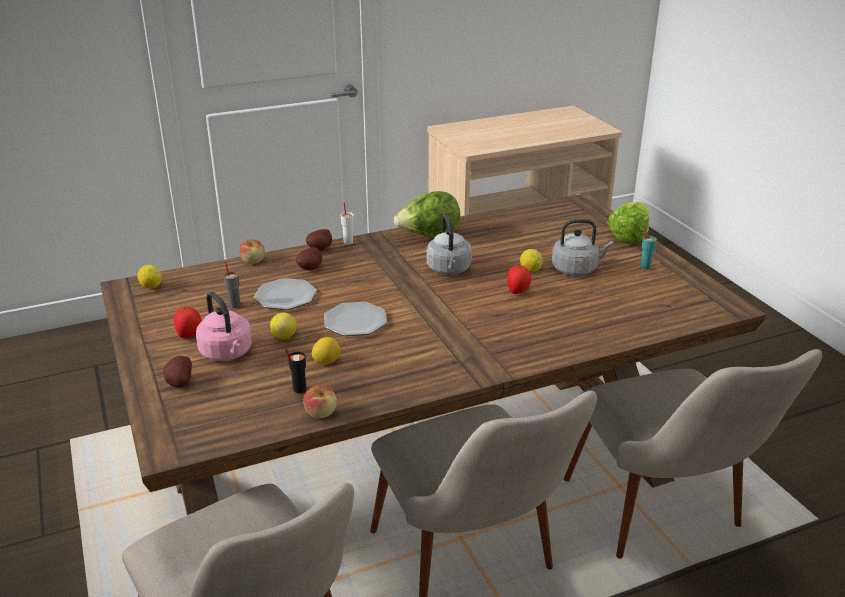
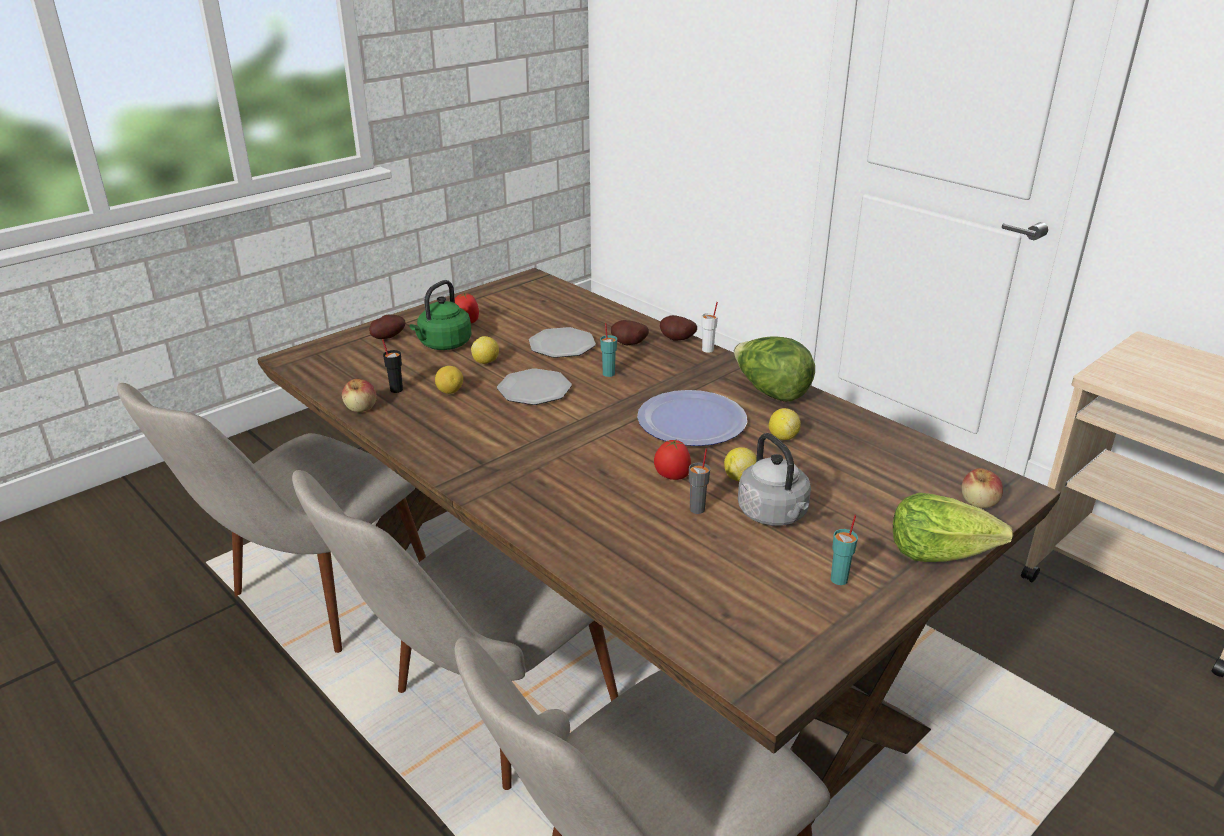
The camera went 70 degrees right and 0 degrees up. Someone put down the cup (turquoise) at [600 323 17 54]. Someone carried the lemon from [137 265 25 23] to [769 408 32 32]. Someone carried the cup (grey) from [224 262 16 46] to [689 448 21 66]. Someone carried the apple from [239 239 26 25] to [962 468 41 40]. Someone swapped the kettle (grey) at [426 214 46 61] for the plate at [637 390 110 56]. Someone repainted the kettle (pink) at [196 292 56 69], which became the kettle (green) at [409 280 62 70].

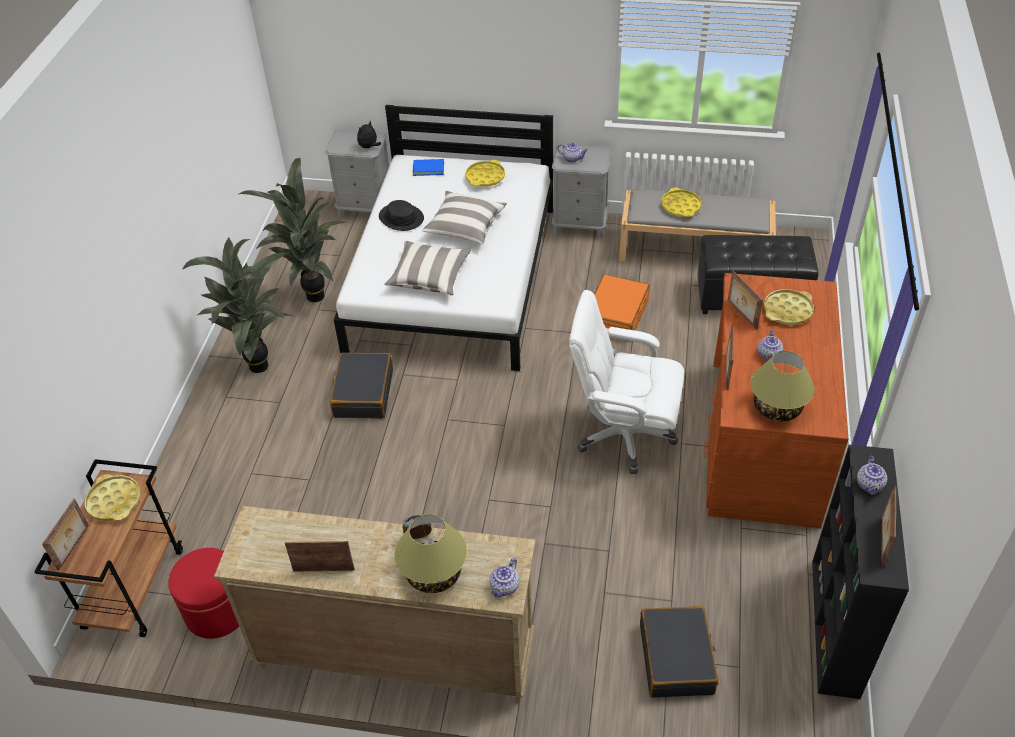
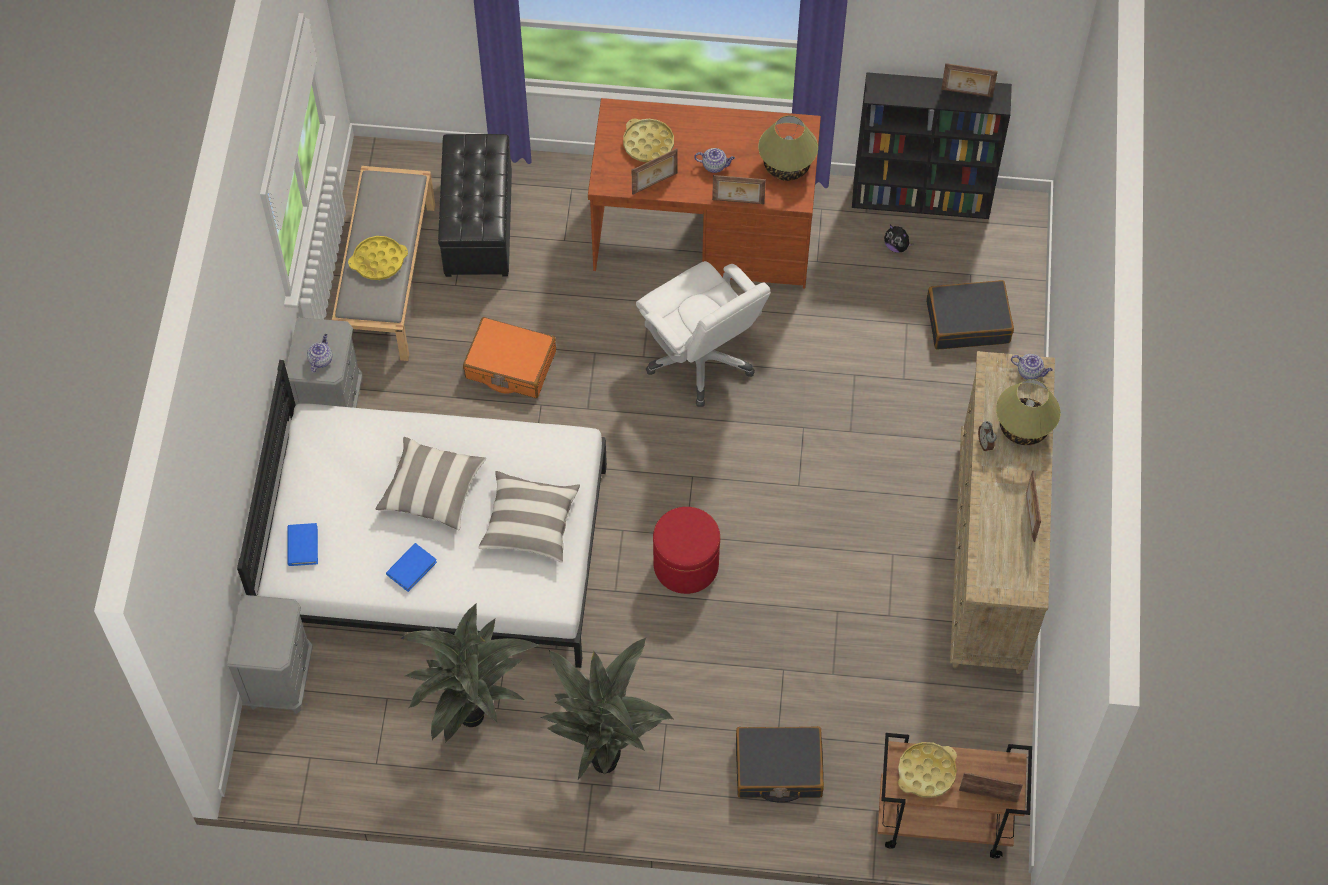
The camera went 95 degrees left and 15 degrees up. Someone took away the tray (yellow) at [465 160 40 27]. Someone took away the teapot at [857 456 30 39]. Someone carried the ottoman (red) from [168 548 71 91] to [653 507 67 87]. Someone carried the suitcase (black) from [330 353 63 66] to [736 726 88 77]. Someone carried the plush toy from [357 121 24 27] to [884 225 30 28]. Someone swapped the hat (black) at [379 200 45 31] for the book (blue) at [386 543 51 49]. Someone rotated the office chair (white) at [569 290 115 184] by 45 degrees counterclockwise.

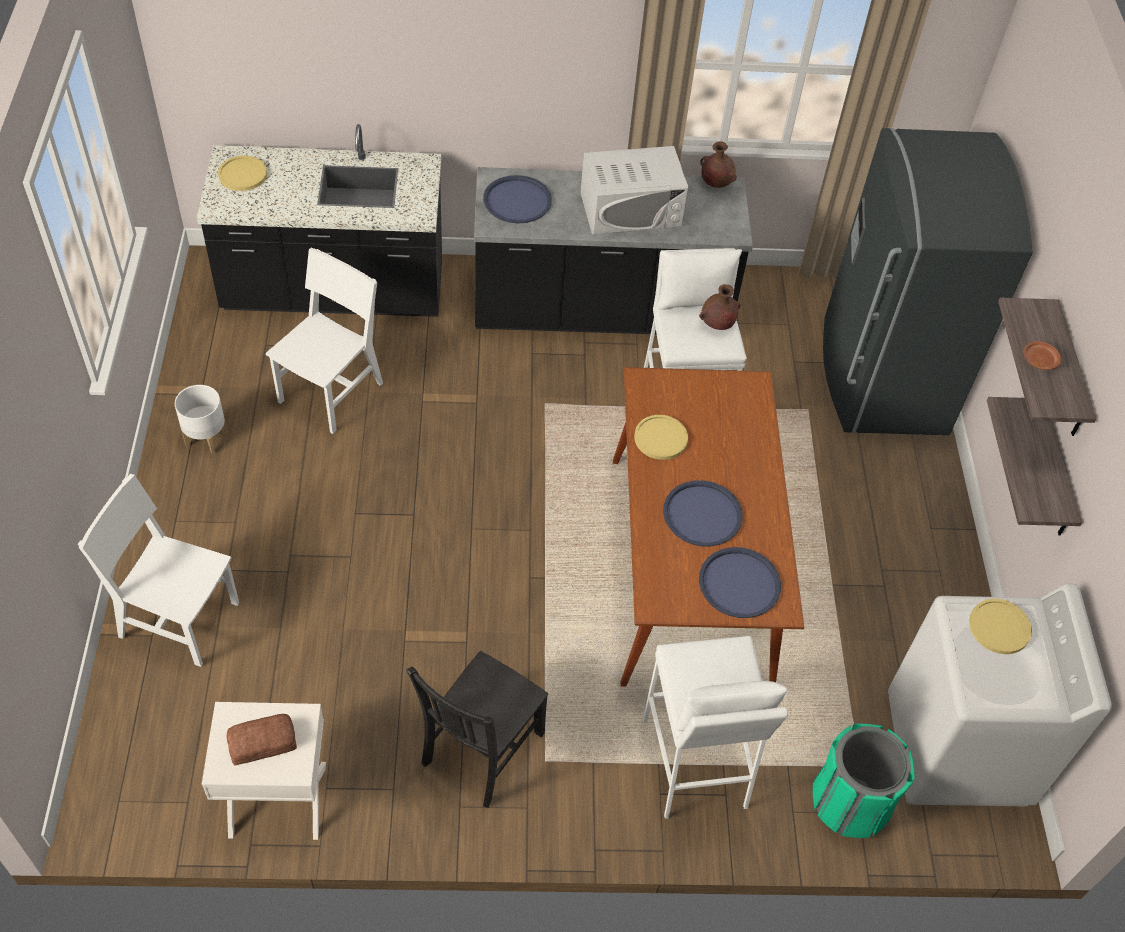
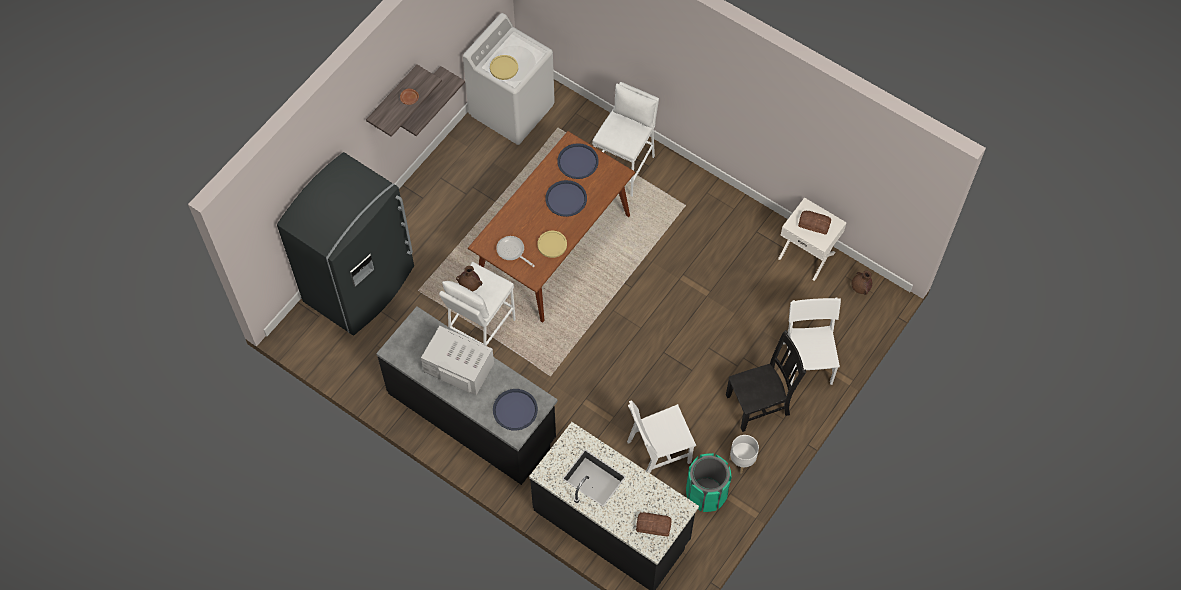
The camera went 140 degrees left and 10 degrees up. Someone put down the frying pan at [496 236 39 31]. Someone carried the chair (black) from [406 651 142 157] to [726 330 80 102]. Someone carried the vase (brown) from [700 141 37 47] to [851 270 21 25]. Someone carried the trash can (green) from [813 724 101 114] to [686 453 45 59]. Someone swapped the plate (yellow) at [218 156 49 35] for the bread at [636 512 36 25]. Someone rotated the chair (white) at [78 474 161 193] by 150 degrees counterclockwise.

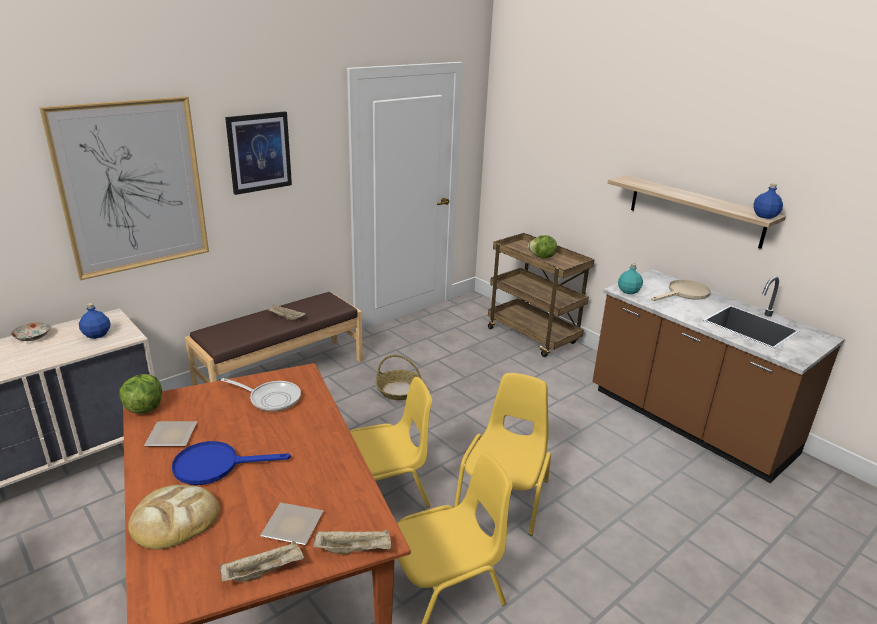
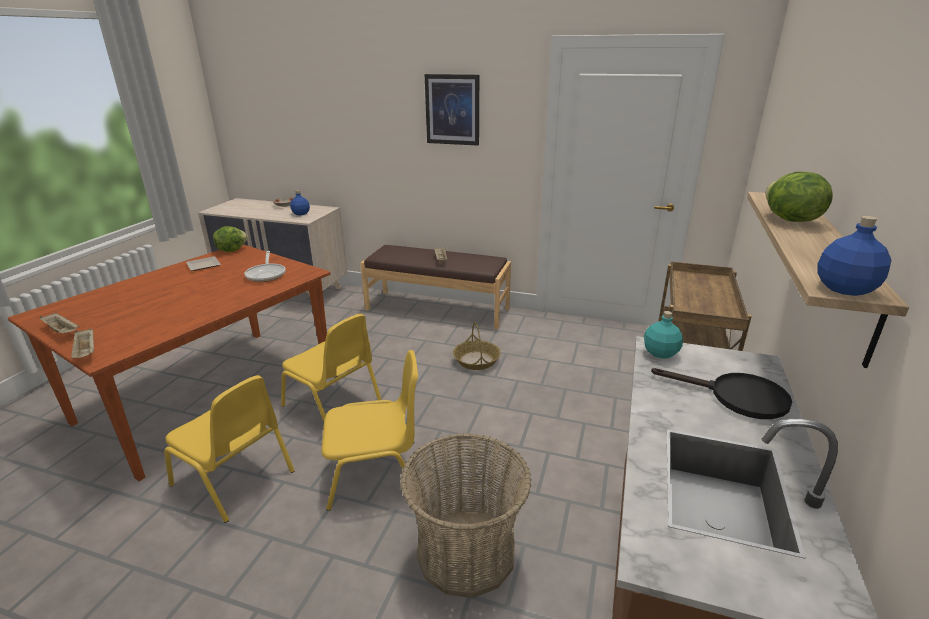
The camera went 60 degrees right and 0 degrees up. Someone took away the picture at [39 96 170 184]. Someone took away the bread at [128 485 92 64]. Someone took away the frying pan (blue) at [172 441 119 44]. Someone took away the plate at [260 503 63 42]. Someone put down the basket at [400 433 132 165]. Someone carried the lettuce from [528 235 29 23] to [765 172 68 50]. Someone repainted the frying pan (beige) at [651 280 60 21], which became the frying pan (black) at [651 368 141 51].

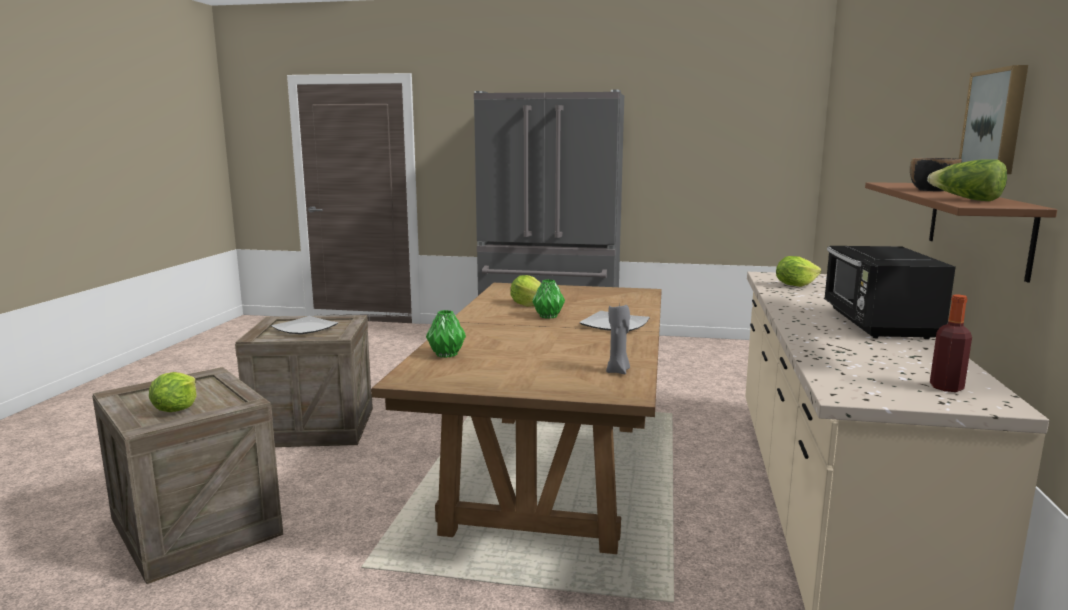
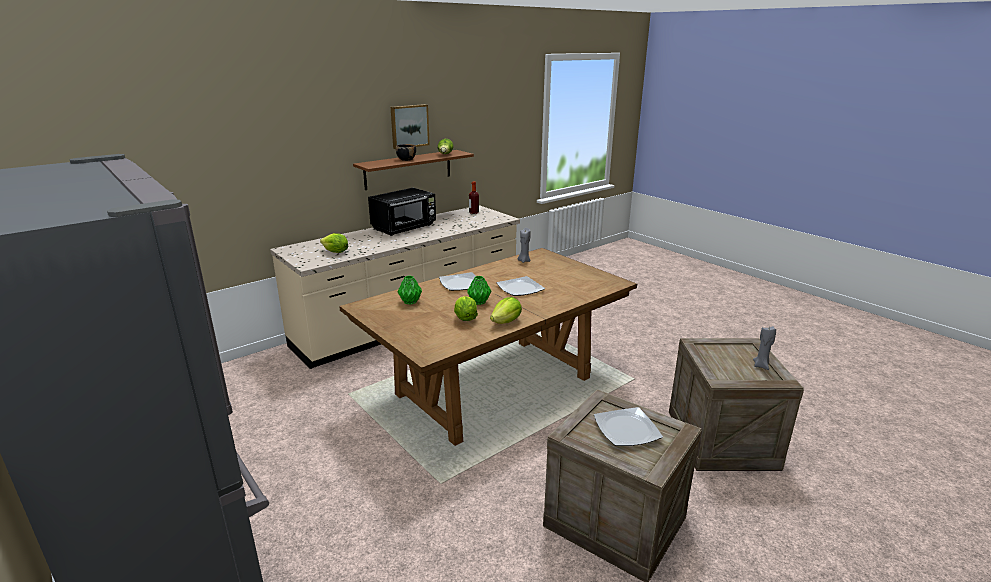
The camera went 140 degrees left and 10 degrees up. Someone put down the plate at [496 276 49 20]. Someone put down the candle (grey) at [753 326 23 44]. Someone carried the lettuce from [149 372 47 40] to [490 297 32 27]. Someone carried the vase (green) from [426 310 40 48] to [398 276 24 29].

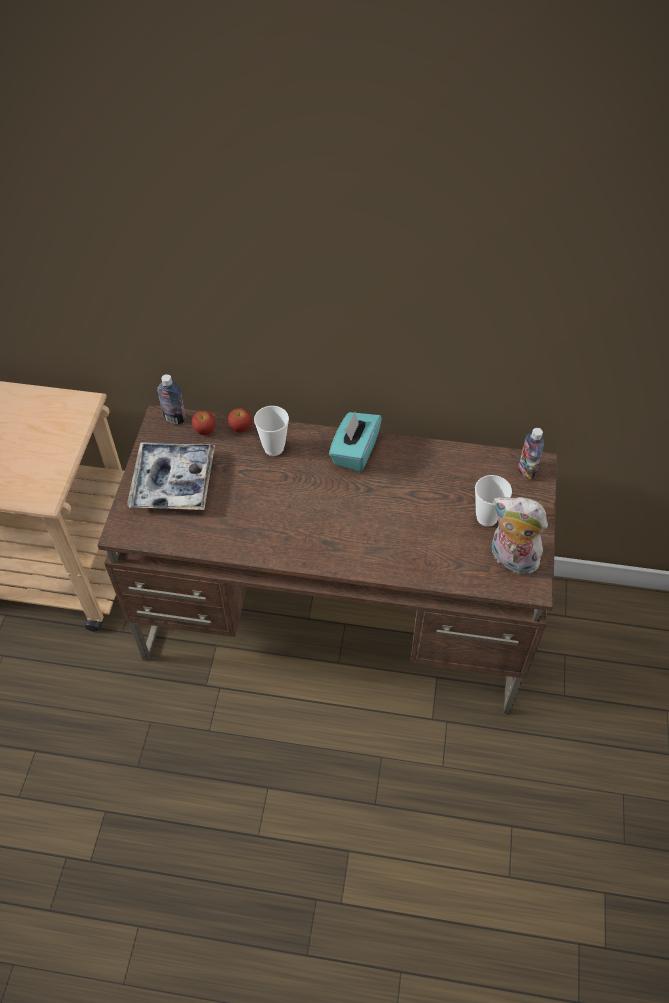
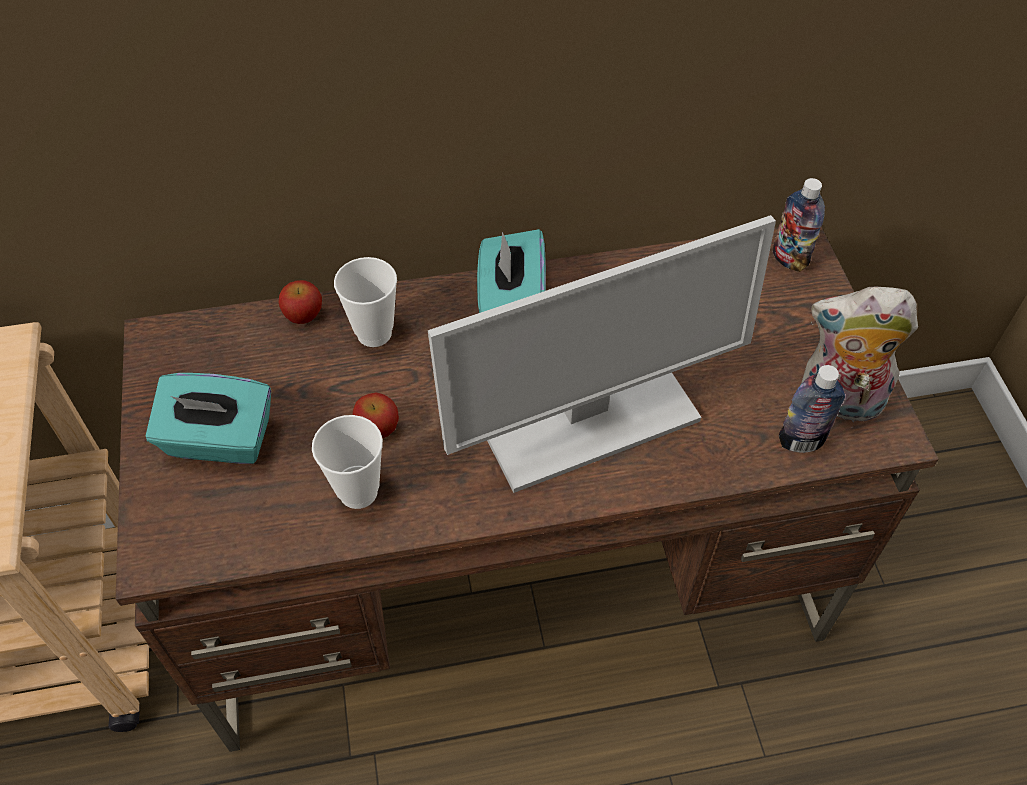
The camera went 20 degrees left and 0 degrees up. Someone put down the monitor at [428 215 348 278]. Someone carried the bottle from [157 374 29 50] to [779 365 66 88]. Someone carried the apple from [192 411 24 24] to [353 393 46 45]. Someone carried the cup from [475 475 37 51] to [312 415 71 94]. Someone swapped the tray at [127 442 88 68] for the tissue box (turquoise) at [146 373 125 91].

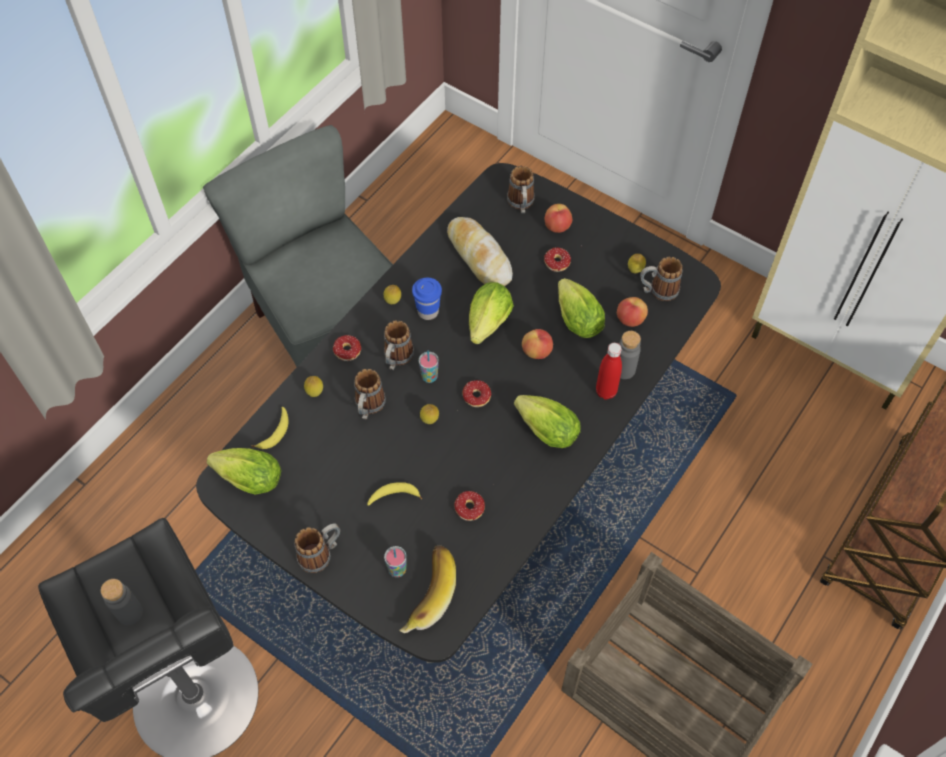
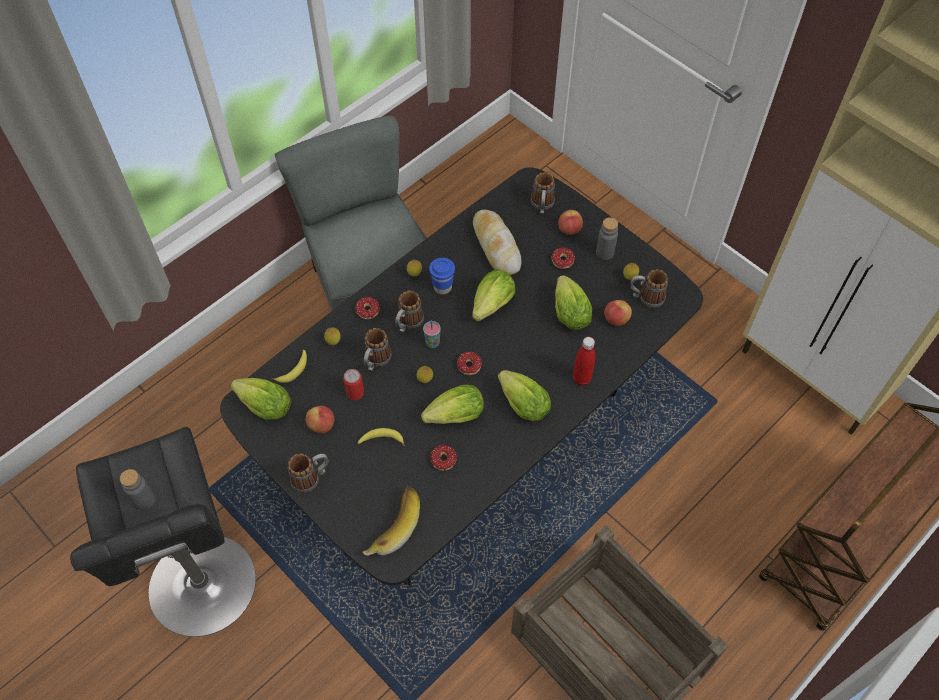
The camera went 10 degrees right and 0 degrees up. Someone took away the cup at [384 546 23 31]. Someone put down the can at [343 369 21 31]. Someone put down the lettuce at [421 384 63 40]. Someone carried the apple from [522 329 31 30] to [306 406 29 28]. Someone carried the bottle (grey) from [619 331 22 48] to [596 217 22 43].

